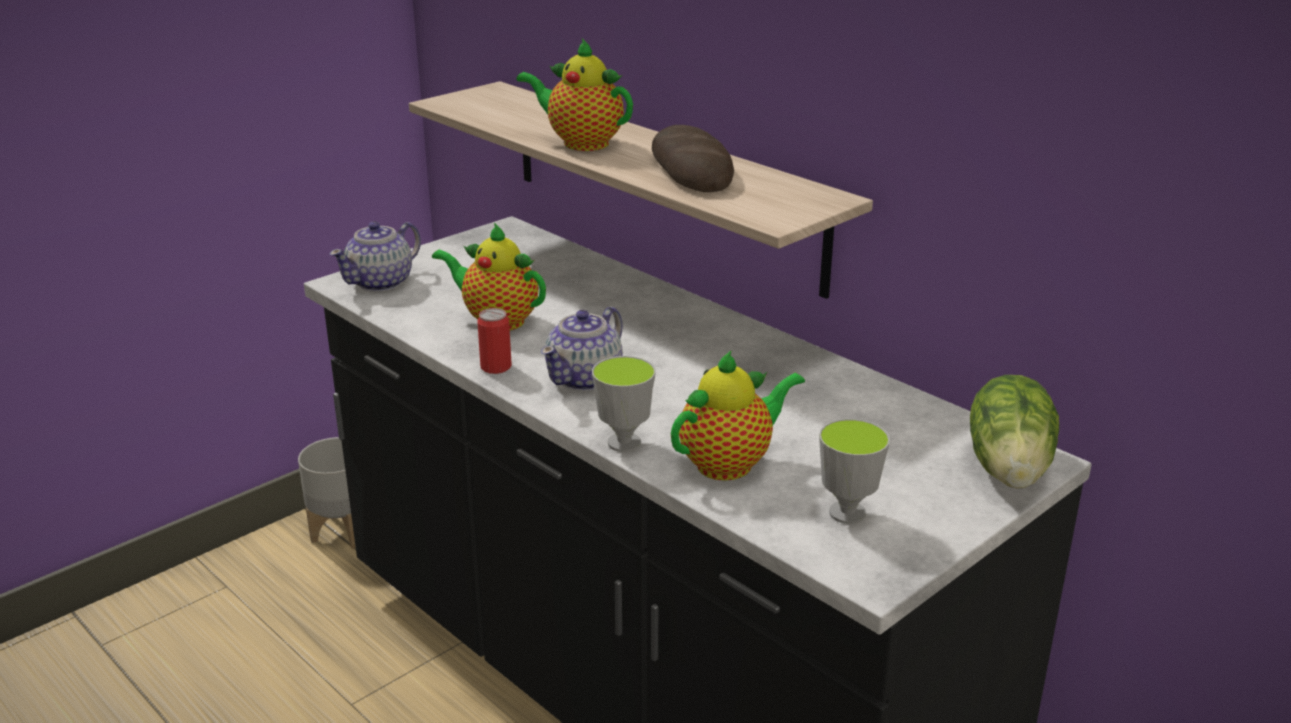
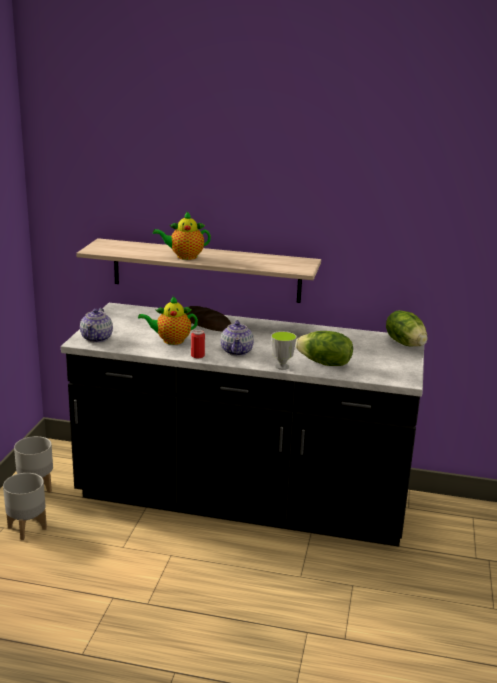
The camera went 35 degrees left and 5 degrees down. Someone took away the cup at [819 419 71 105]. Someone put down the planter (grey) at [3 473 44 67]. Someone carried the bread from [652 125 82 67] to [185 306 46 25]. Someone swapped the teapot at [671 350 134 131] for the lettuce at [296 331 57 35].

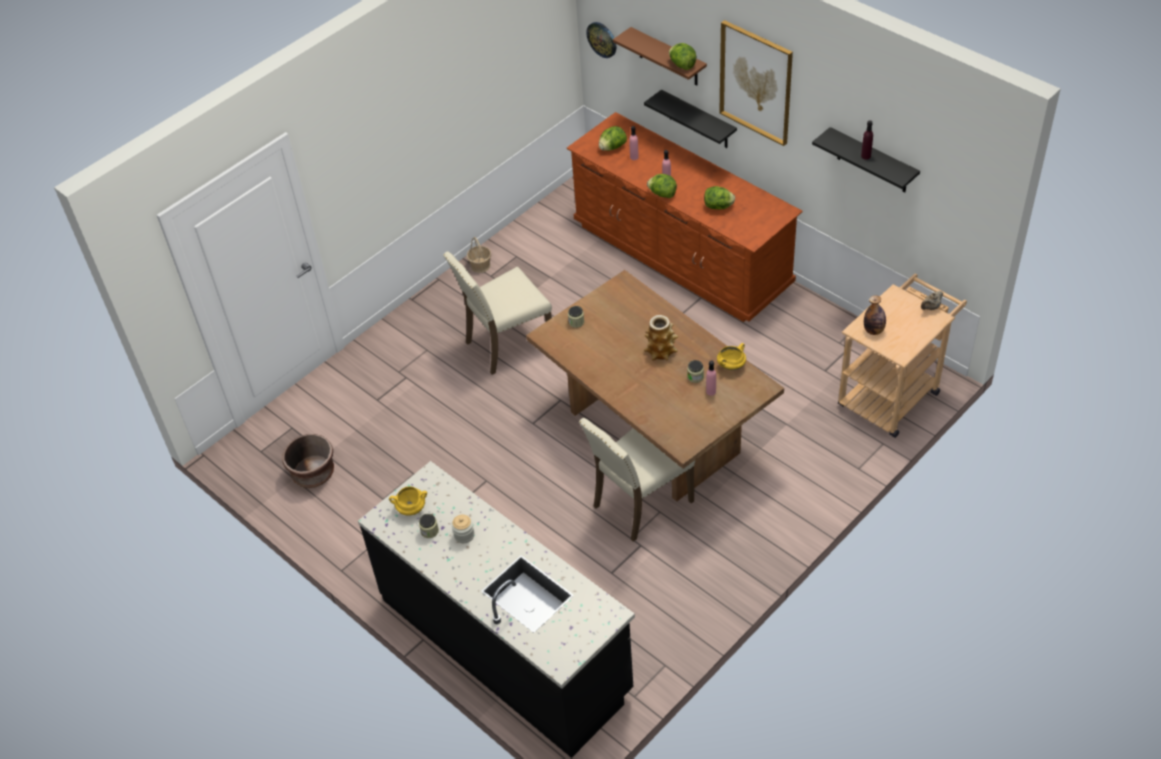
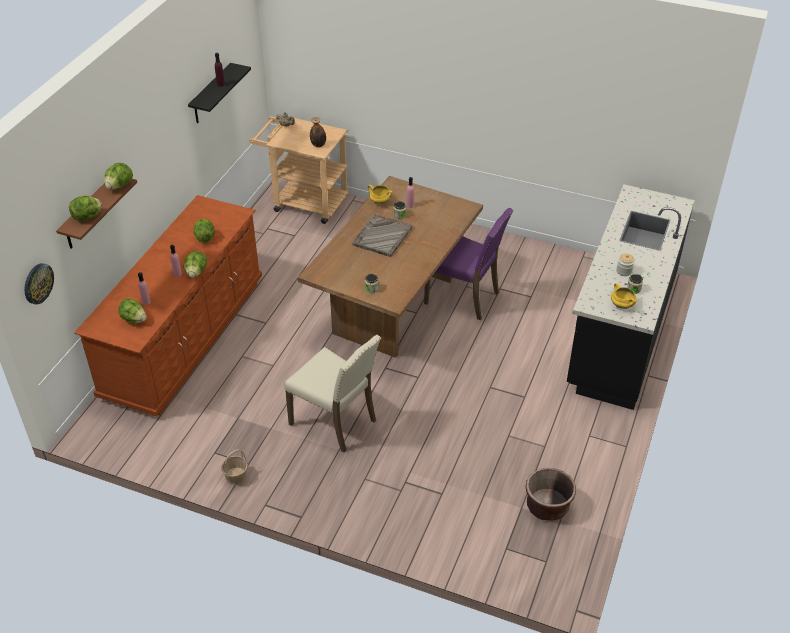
The camera went 115 degrees left and 5 degrees down. Someone took away the shelf (black) at [644 90 93 58]. Someone took away the picture at [719 20 74 126]. Someone put down the lettuce at [69 196 33 25]. Someone swapped the vase at [644 315 34 46] for the tray (grey) at [352 214 61 43]. Someone repainted the chair (beige) at [579 418 116 124], which became the chair (purple) at [424 208 89 112].

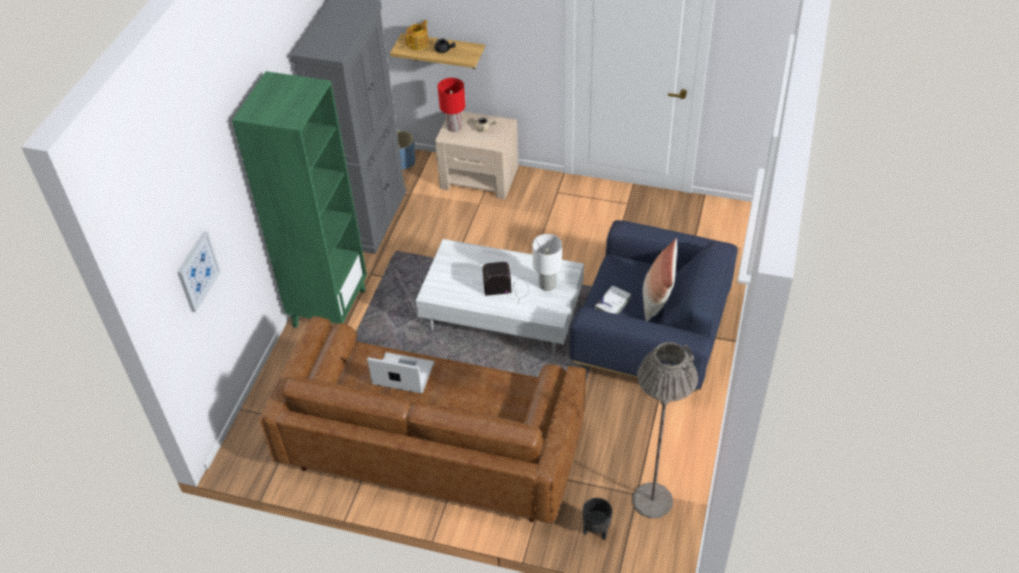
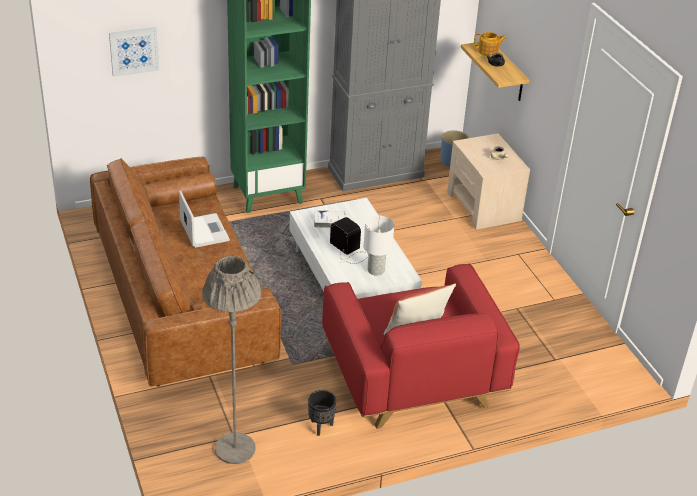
The camera went 50 degrees right and 10 degrees down. Someone took away the table lamp (red) at [438 78 27 54]. Someone carried the planter (black) from [583 498 29 42] to [308 390 28 46]. Someone carried the book (white) from [594 285 37 29] to [314 211 31 17]. Someone repainted the armchair (blue) at [569 220 169 172], which became the armchair (red) at [322 263 198 166].

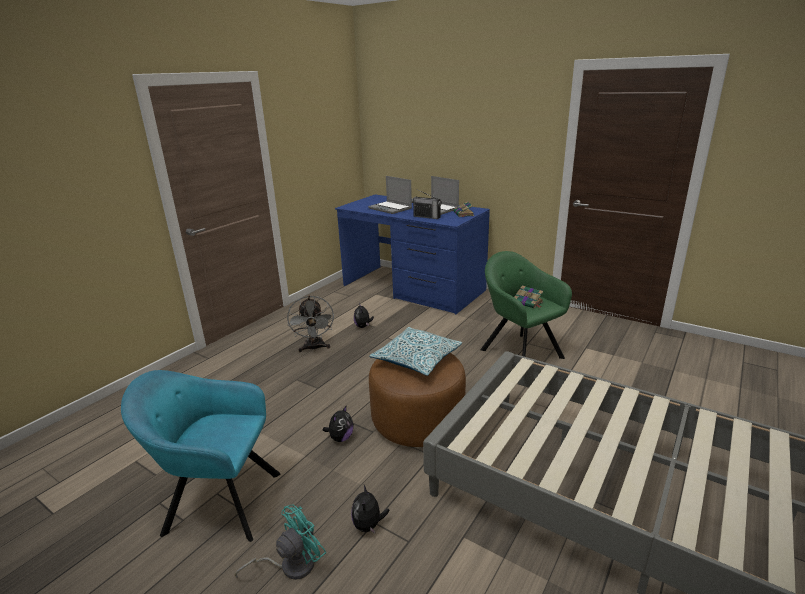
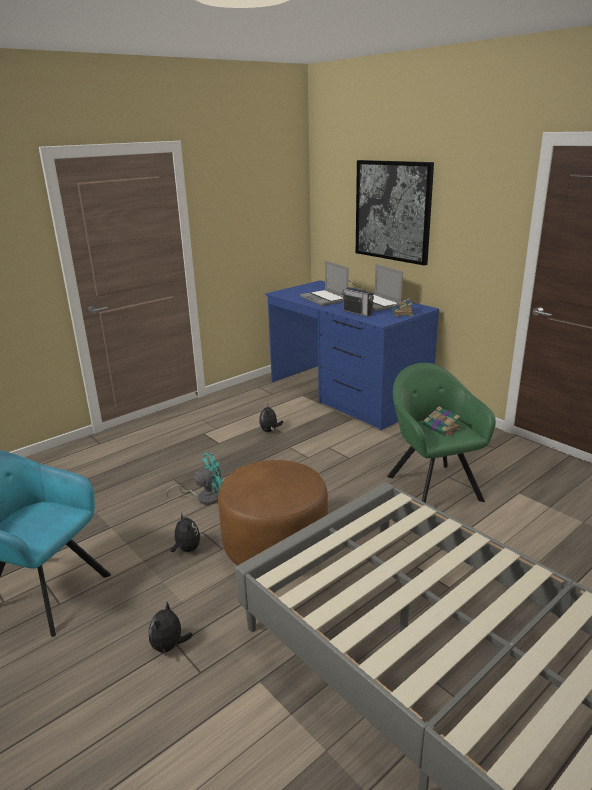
The camera went 15 degrees right and 0 degrees up. Someone took away the fan (grey) at [287 296 47 56]. Someone took away the pillow at [369 327 93 49]. Someone put up the picture at [356 160 78 106]. Someone carried the fan (turquoise) from [235 505 91 75] to [166 453 58 52]. Someone rotated the plush toy at [323 406 31 36] by 75 degrees counterclockwise.

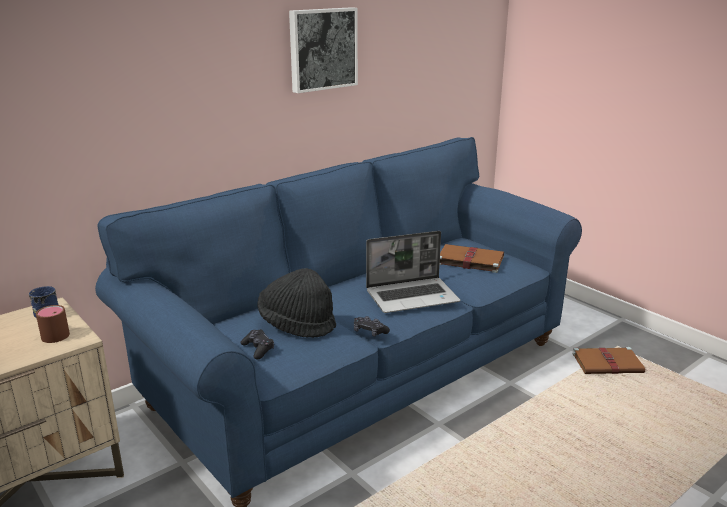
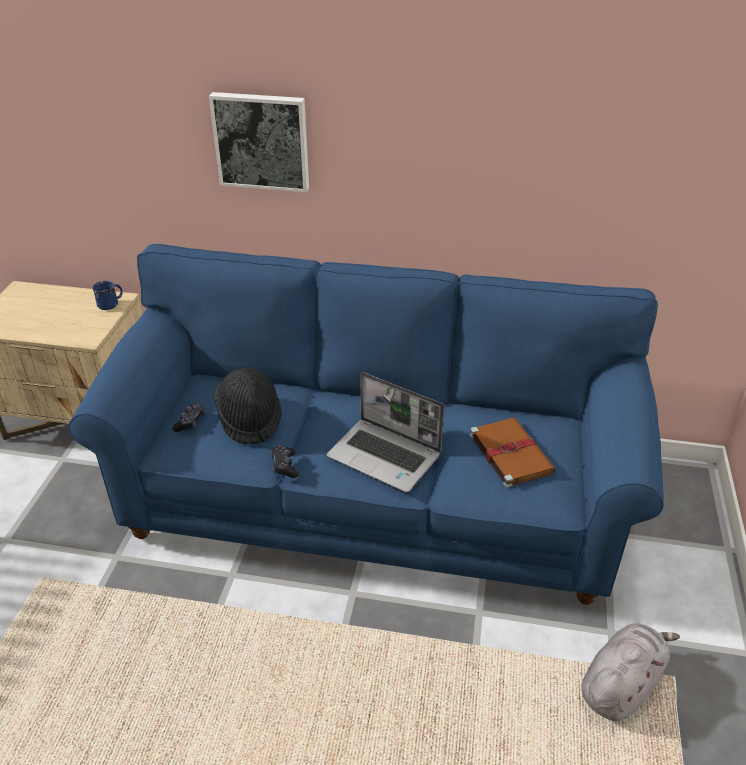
The camera went 50 degrees right and 15 degrees up. Someone took away the mug (brown) at [36 305 34 38]. Someone carried the picture from [289 7 69 86] to [209 92 100 100]. Someone swapped the book (brown) at [572 347 73 27] for the plush toy (grey) at [582 623 98 98].

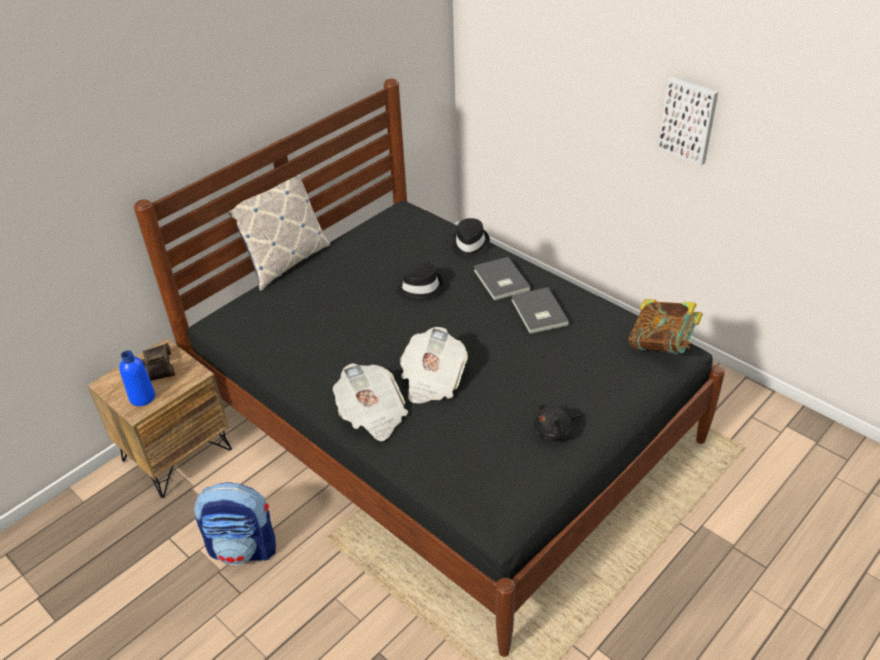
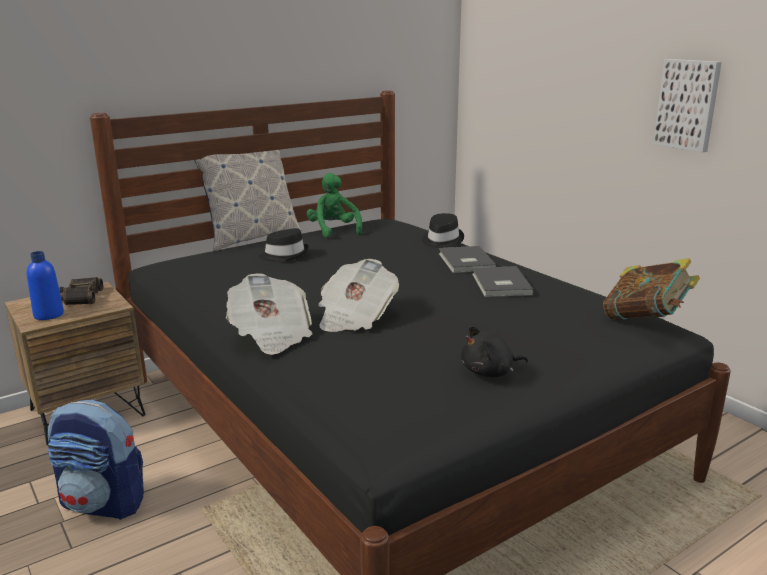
The camera went 10 degrees right and 20 degrees down. Someone put down the plush toy (green) at [306 173 56 65]. Someone carried the hat (black) from [397 262 46 39] to [259 228 50 34].

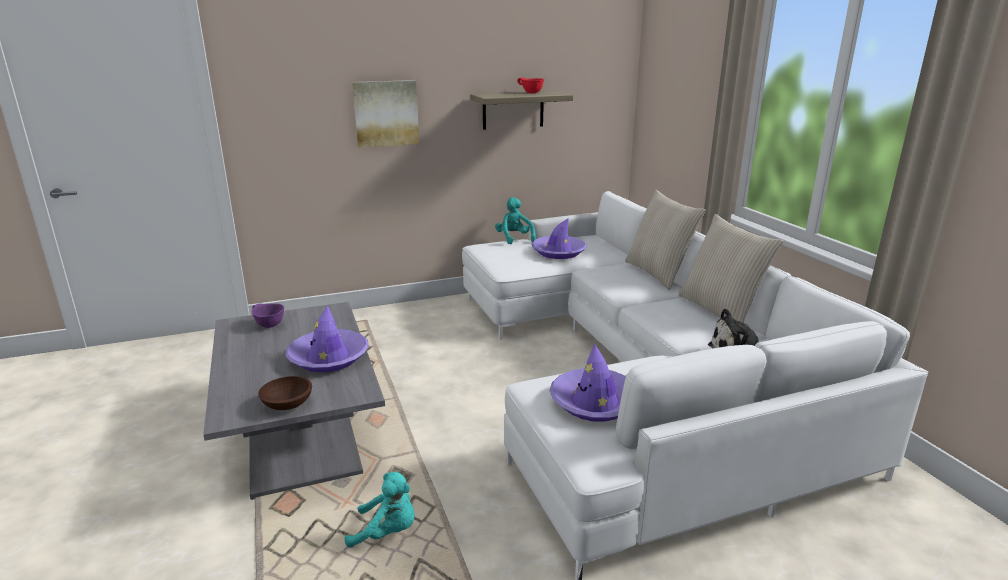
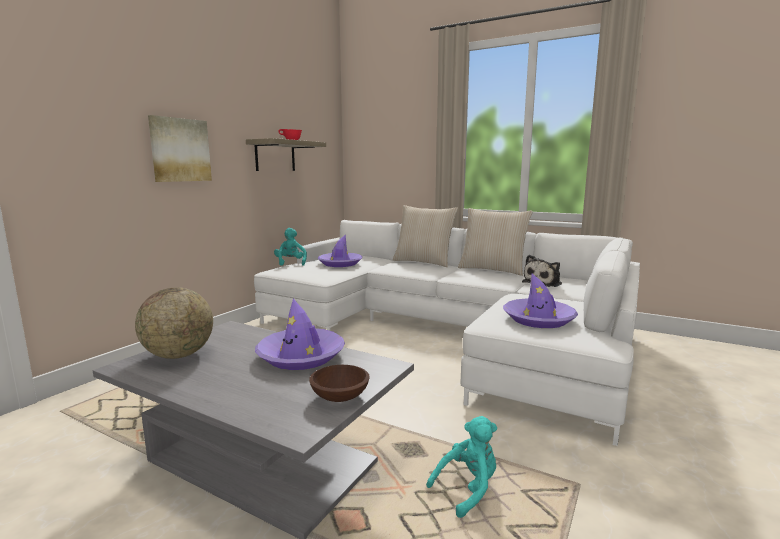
The camera went 40 degrees left and 10 degrees down. Someone swapped the bowl (purple) at [252 303 32 25] for the globe at [135 287 78 72]. Someone rotated the plush toy (turquoise) at [495 197 40 47] by 45 degrees clockwise.

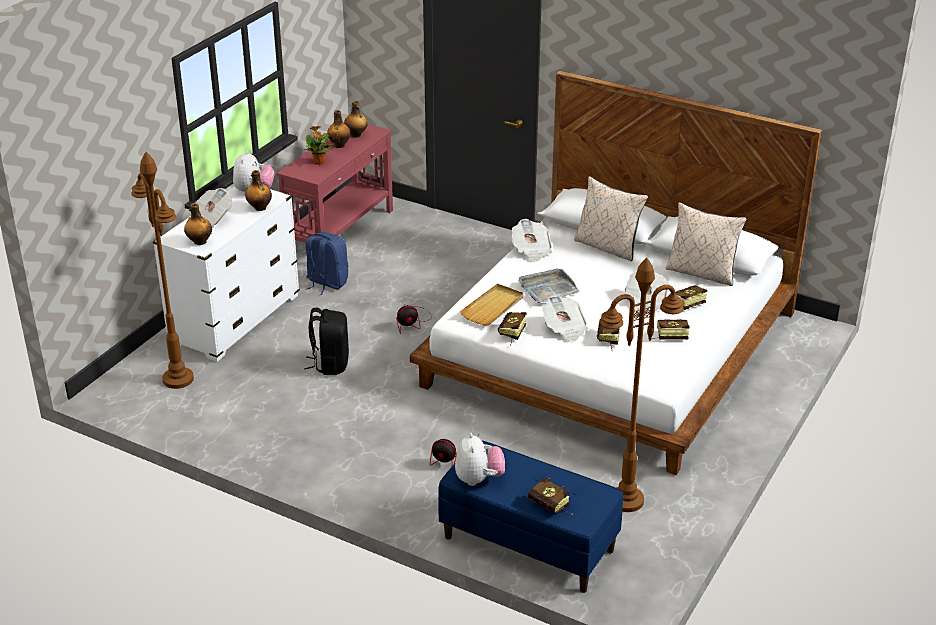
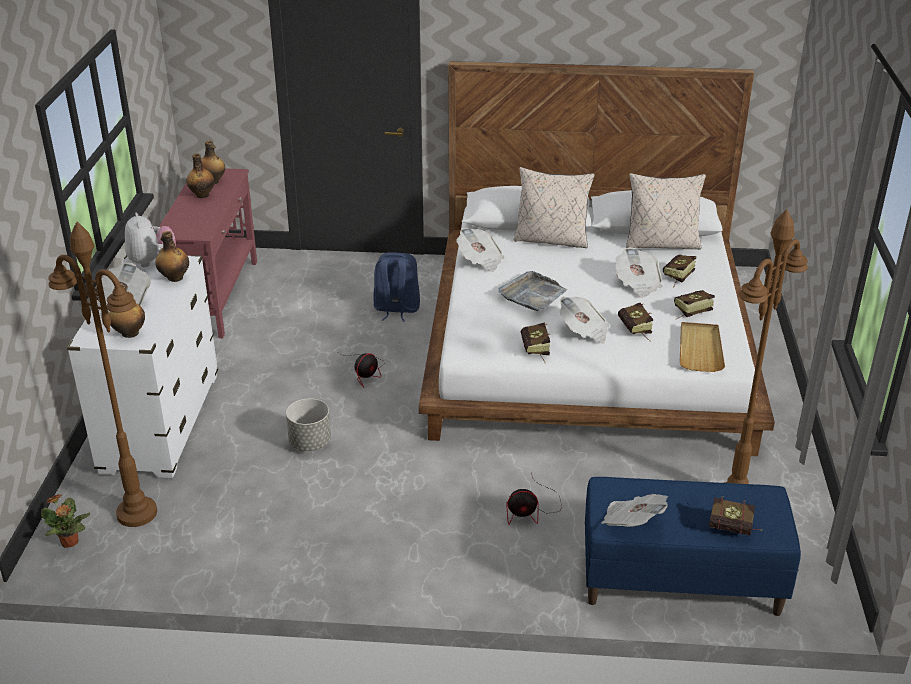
The camera went 25 degrees left and 0 degrees up. Someone carried the potted plant from [304 126 31 39] to [41 494 49 54]. Someone carried the backpack (blue) from [305 232 43 63] to [374 252 46 70]. Someone carried the tray (beige) from [460 284 64 42] to [679 322 46 50]. Someone swapped the backpack (black) at [304 308 45 67] for the planter (grey) at [286 398 45 53]. Someone swapped the plush toy at [455 433 50 53] for the newspaper at [601 494 67 33].

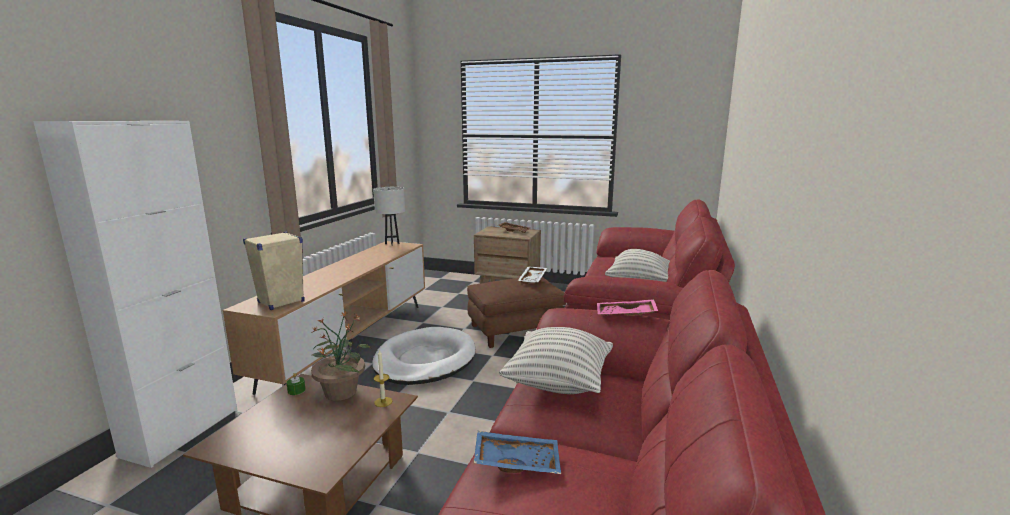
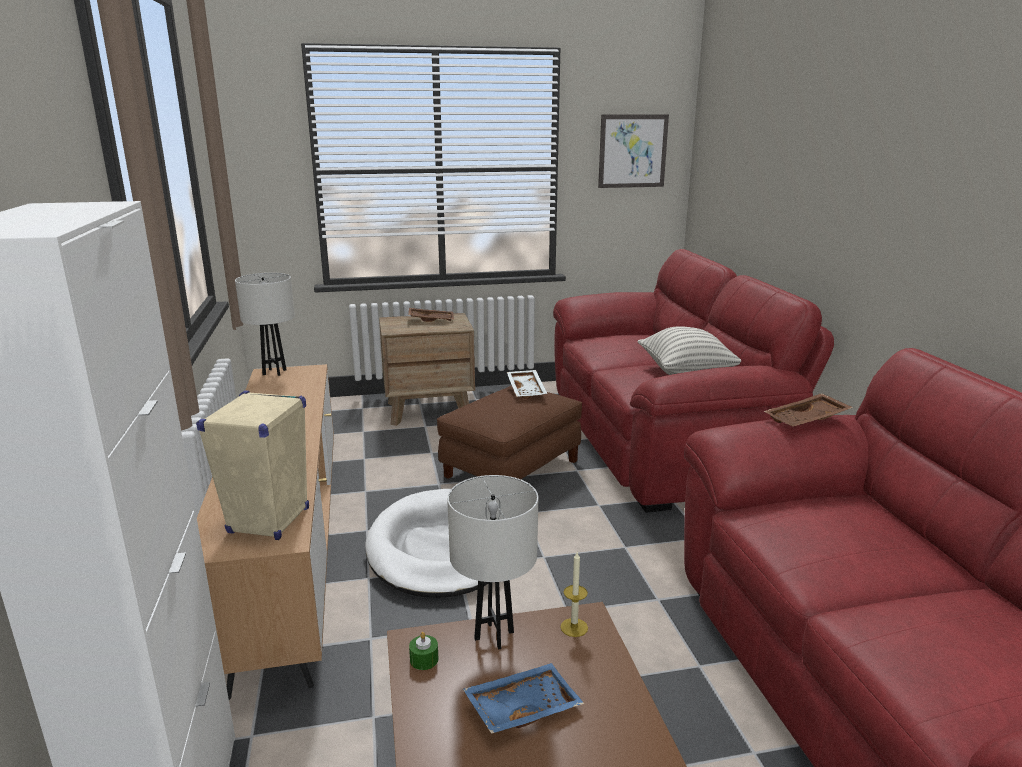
The camera went 30 degrees left and 5 degrees up. Someone took away the pillow at [499 327 114 67]. Someone put up the picture at [598 114 71 74]. Someone carried the tray (blue) from [474 431 87 43] to [463 663 121 71]. Someone swapped the potted plant at [311 311 60 90] for the table lamp (white) at [447 475 91 175]. Someone repainted the tray (pink) at [597 299 61 17], which became the tray (brown) at [764 393 89 34].

